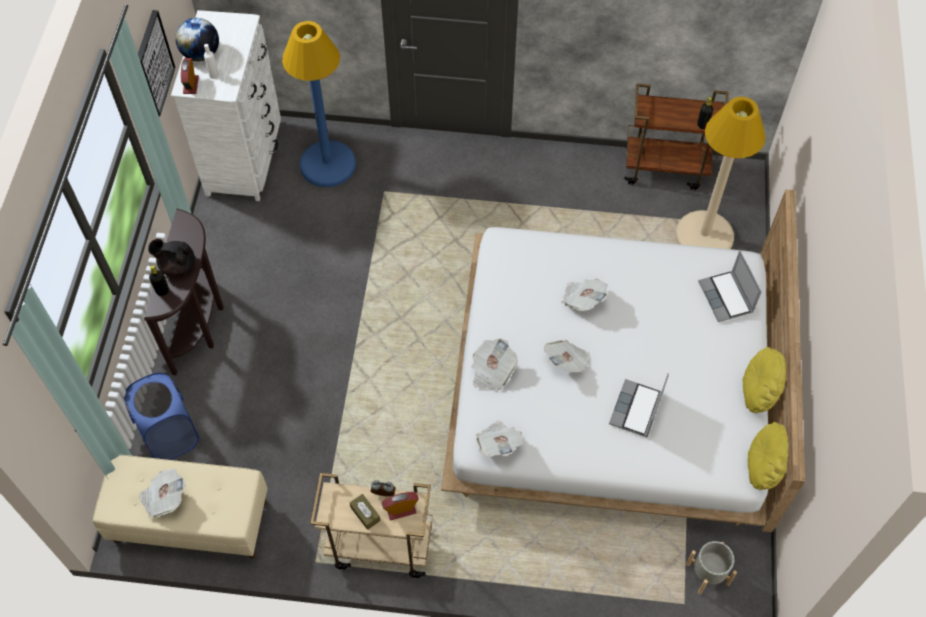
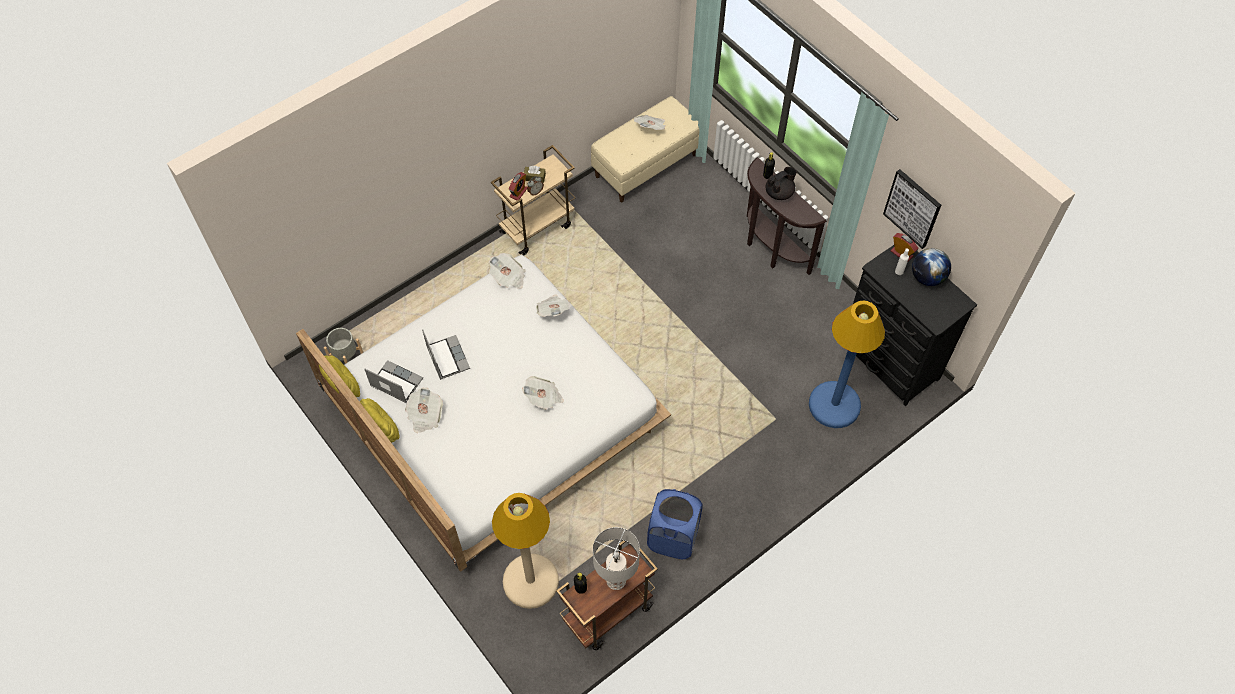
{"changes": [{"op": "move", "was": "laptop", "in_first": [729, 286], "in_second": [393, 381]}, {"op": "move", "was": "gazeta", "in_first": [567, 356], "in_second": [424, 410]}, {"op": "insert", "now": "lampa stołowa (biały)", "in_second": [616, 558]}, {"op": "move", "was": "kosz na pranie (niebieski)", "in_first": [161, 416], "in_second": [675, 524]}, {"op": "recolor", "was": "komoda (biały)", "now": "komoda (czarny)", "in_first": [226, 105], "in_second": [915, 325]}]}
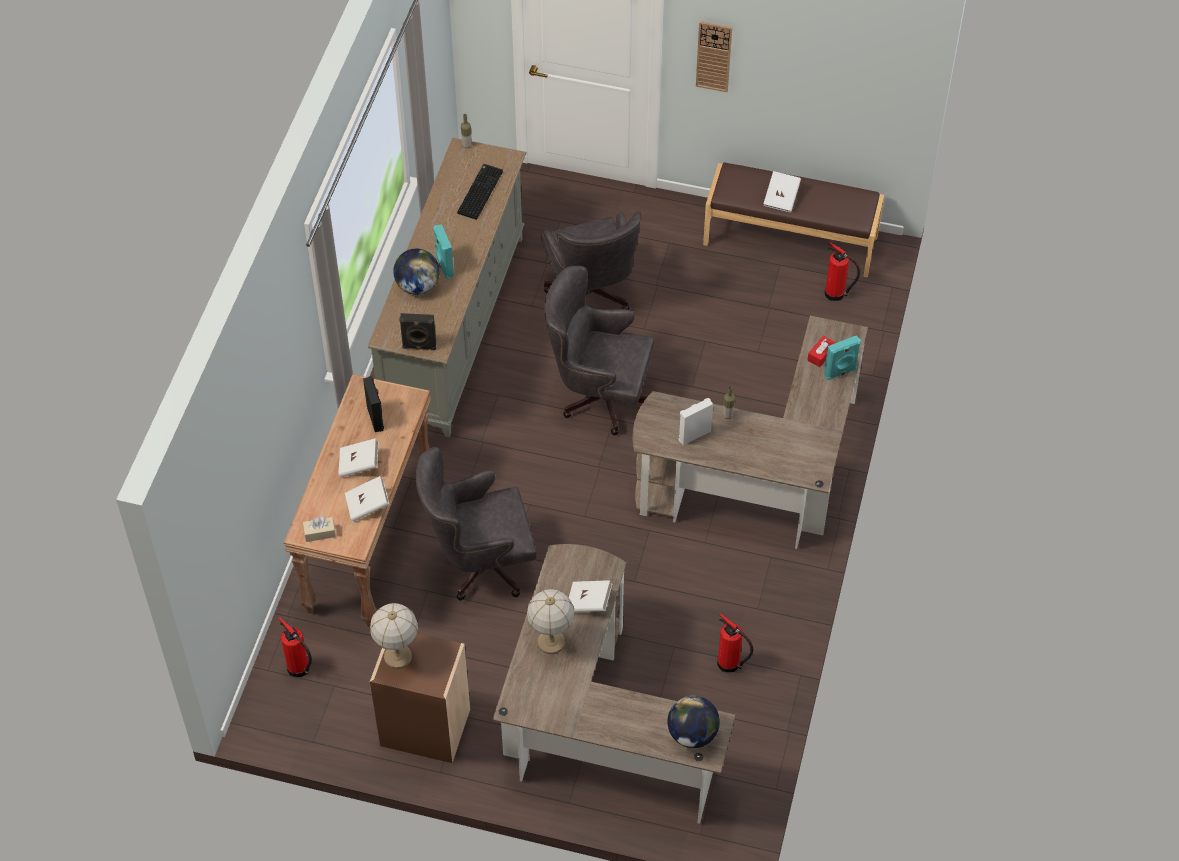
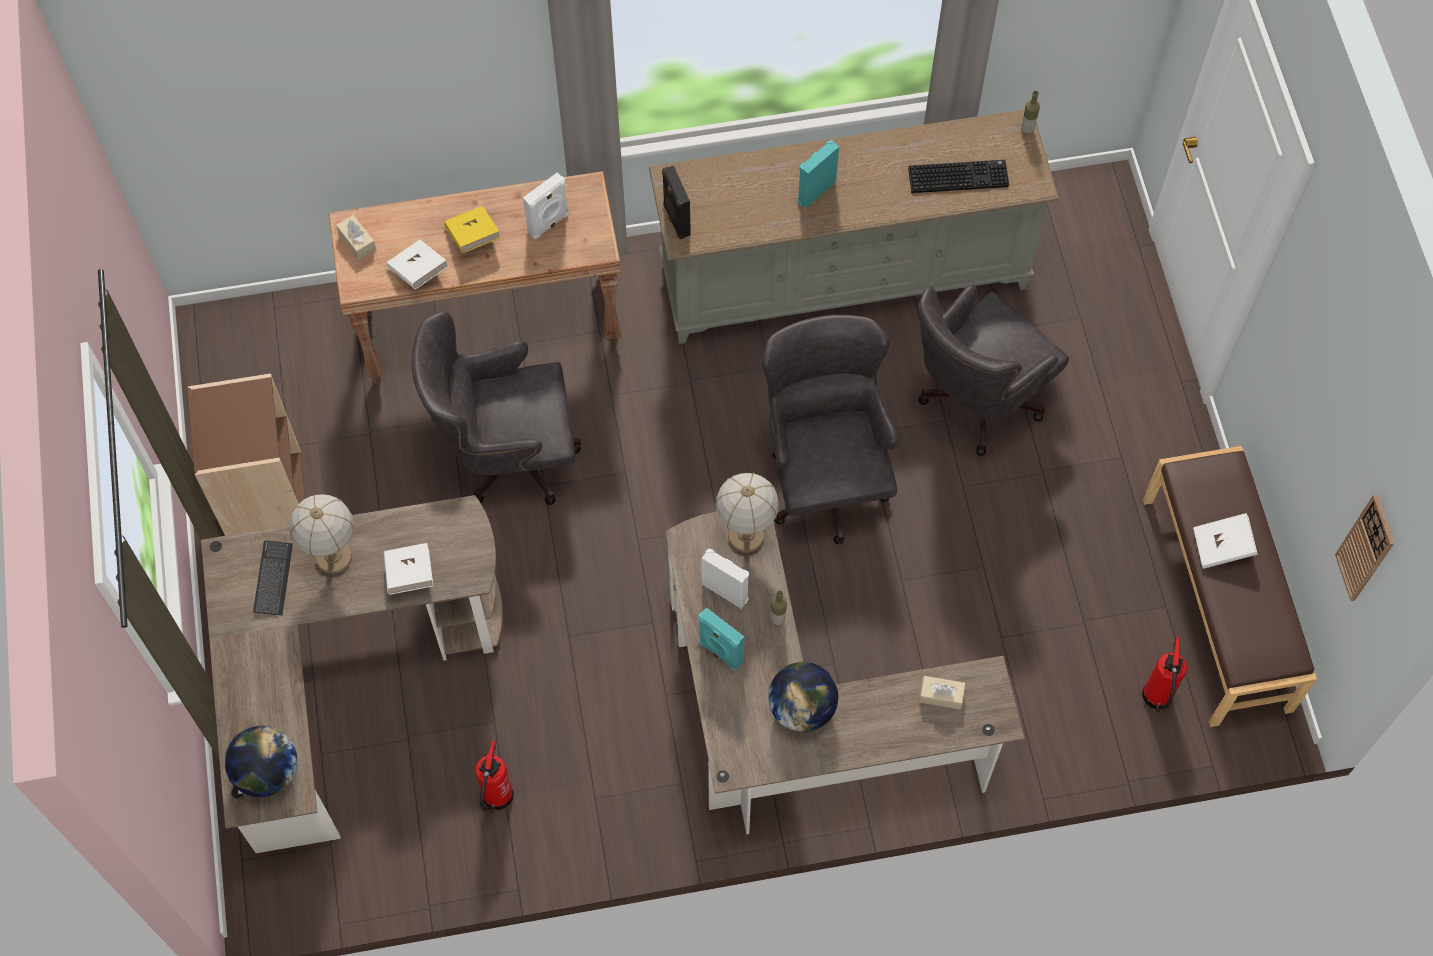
{"changes": [{"op": "insert", "now": "klawiatura", "in_second": [273, 578]}, {"op": "rotate", "was": "krzesło biurowe (szary)", "in_first": [476, 524], "in_second": [496, 408], "clockwise": -60}, {"op": "recolor", "was": "książka (biały)", "now": "książka (żółty)", "in_first": [358, 457], "in_second": [472, 229]}, {"op": "recolor", "was": "głośnik (czarny)", "now": "głośnik (biały)", "in_first": [373, 404], "in_second": [546, 205]}, {"op": "move", "was": "głośnik (turkusowy)", "in_first": [842, 357], "in_second": [721, 638]}, {"op": "move", "was": "lampa stołowa", "in_first": [394, 636], "in_second": [747, 513]}, {"op": "move", "was": "globus", "in_first": [416, 272], "in_second": [803, 697]}, {"op": "recolor", "was": "pudełko chusteczek (czerwony)", "now": "pudełko chusteczek (beżowy)", "in_first": [821, 351], "in_second": [942, 693]}, {"op": "move", "was": "zegar ścienny", "in_first": [714, 56], "in_second": [1365, 547]}, {"op": "delete", "was": "gaśnica", "in_first": [295, 647]}]}
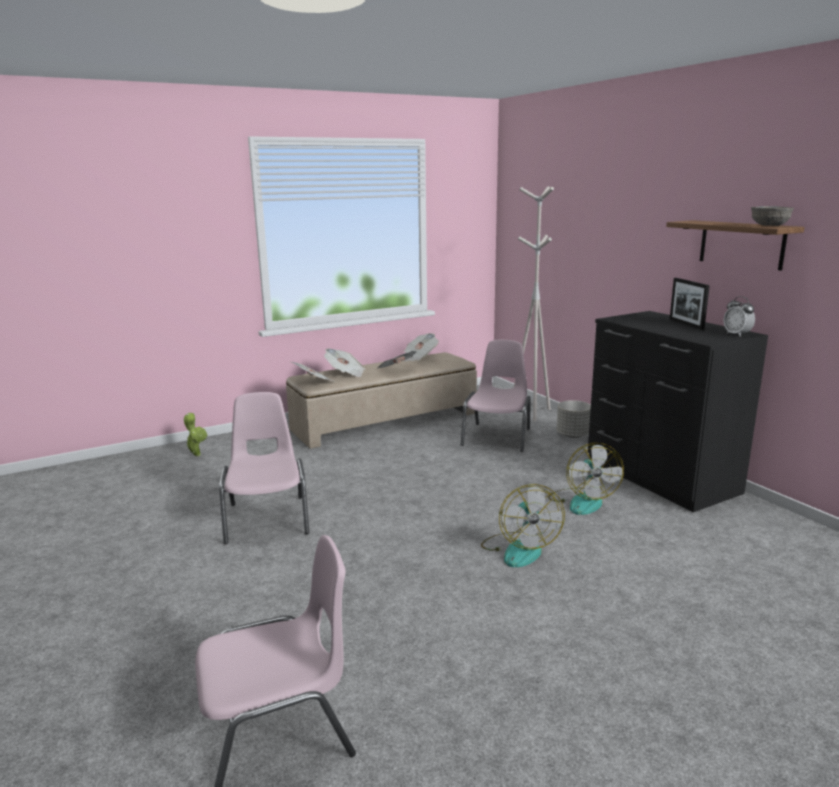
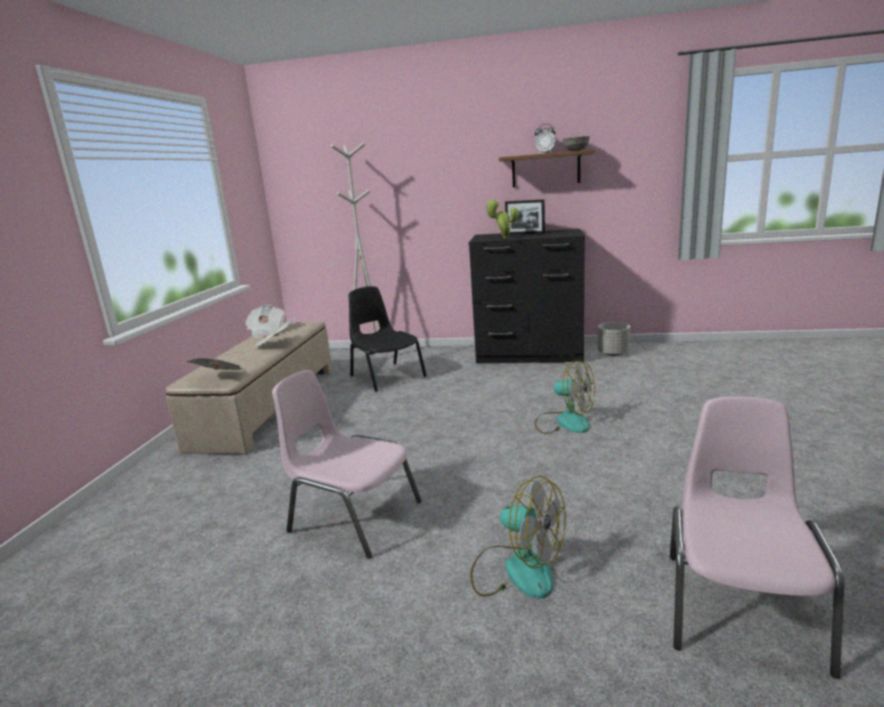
{"changes": [{"op": "recolor", "was": "krzesło (różowy)", "now": "krzesło (czarny)", "in_first": [496, 396], "in_second": [388, 339]}, {"op": "move", "was": "wentylator", "in_first": [586, 479], "in_second": [518, 537]}, {"op": "move", "was": "roślina doniczkowa", "in_first": [195, 434], "in_second": [502, 218]}, {"op": "move", "was": "budzik", "in_first": [739, 316], "in_second": [545, 139]}, {"op": "move", "was": "donica (szary)", "in_first": [574, 419], "in_second": [614, 339]}, {"op": "delete", "was": "gazeta", "in_first": [344, 362]}]}
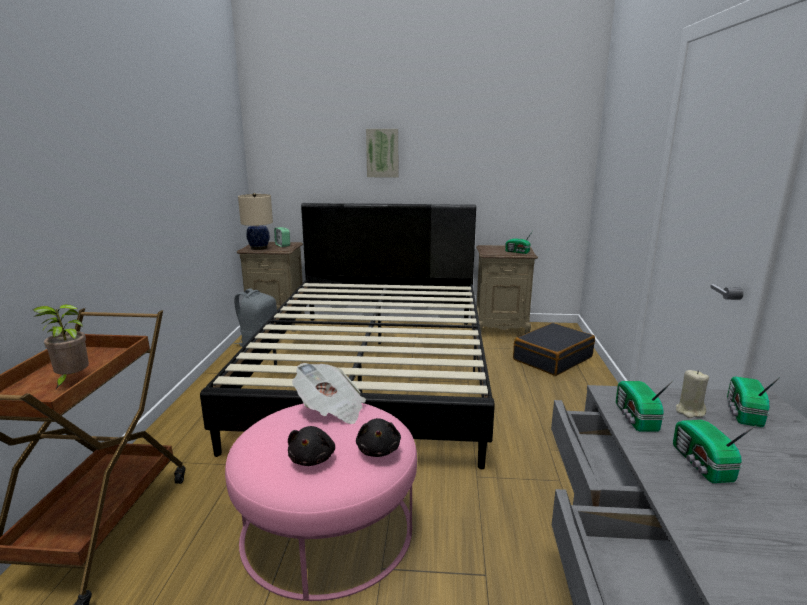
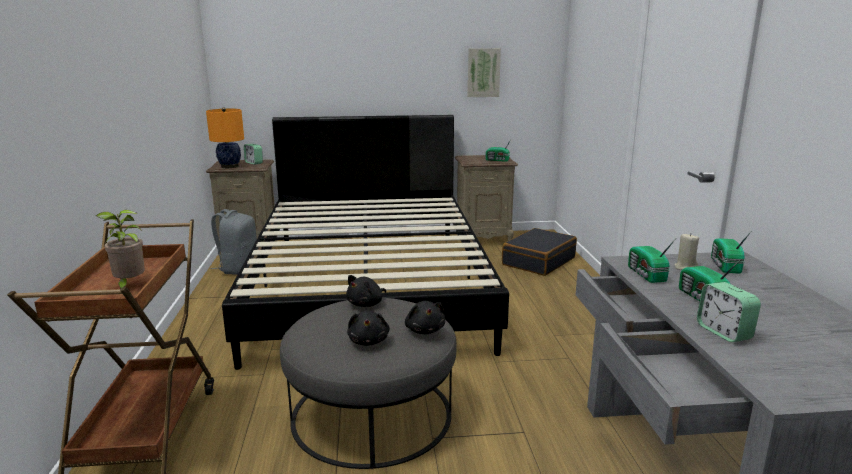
{"changes": [{"op": "recolor", "was": "lampa stołowa (beżowy)", "now": "lampa stołowa (pomarańczowy)", "in_first": [255, 221], "in_second": [225, 137]}, {"op": "recolor", "was": "pufa (różowy)", "now": "pufa (szary)", "in_first": [321, 502], "in_second": [368, 383]}, {"op": "replace", "was": "gazeta", "now": "pluszak (czarny)", "in_first": [329, 393], "in_second": [366, 291]}, {"op": "move", "was": "obraz", "in_first": [382, 153], "in_second": [484, 72]}, {"op": "insert", "now": "budzik", "in_second": [729, 312]}]}
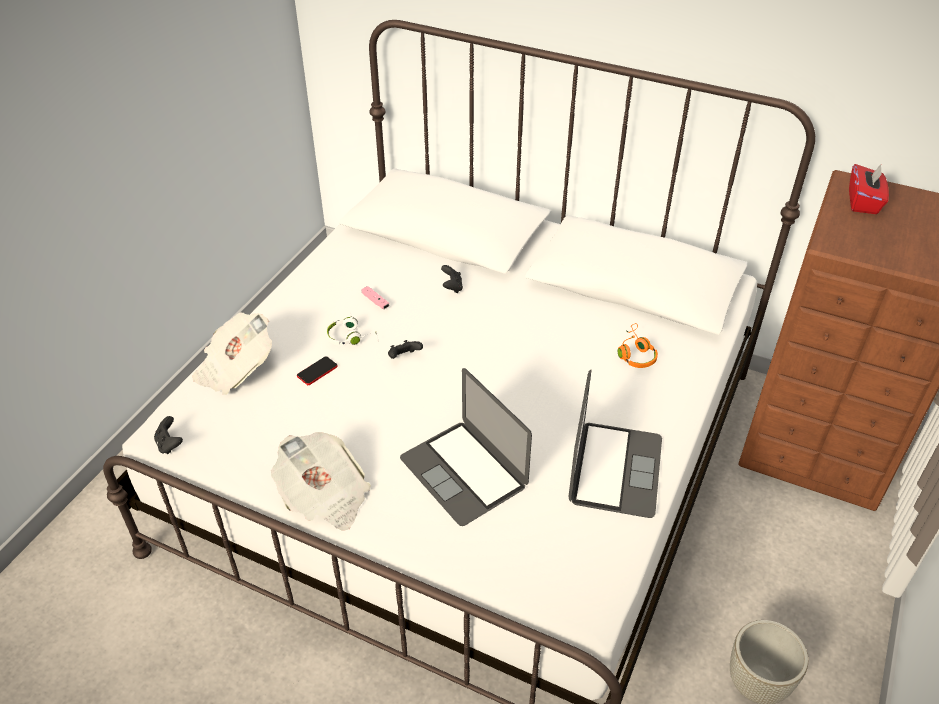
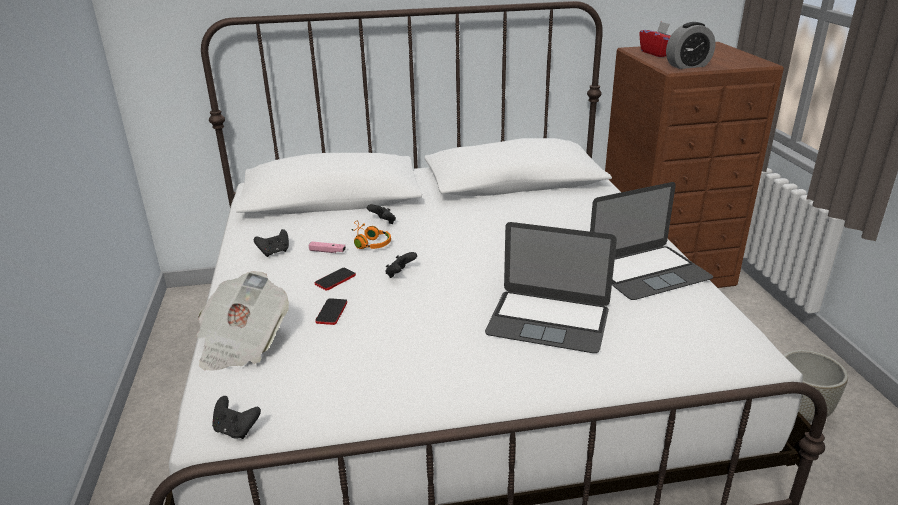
{"changes": [{"op": "insert", "now": "pad do gier (czarny)", "in_second": [271, 243]}, {"op": "replace", "was": "słuchawki (biały)", "now": "telefon", "in_first": [352, 328], "in_second": [335, 279]}, {"op": "move", "was": "słuchawki (pomarańczowy)", "in_first": [638, 345], "in_second": [371, 234]}, {"op": "rotate", "was": "laptop", "in_first": [615, 443], "in_second": [651, 241], "clockwise": 90}, {"op": "insert", "now": "budzik", "in_second": [691, 45]}, {"op": "delete", "was": "gazeta", "in_first": [321, 481]}]}
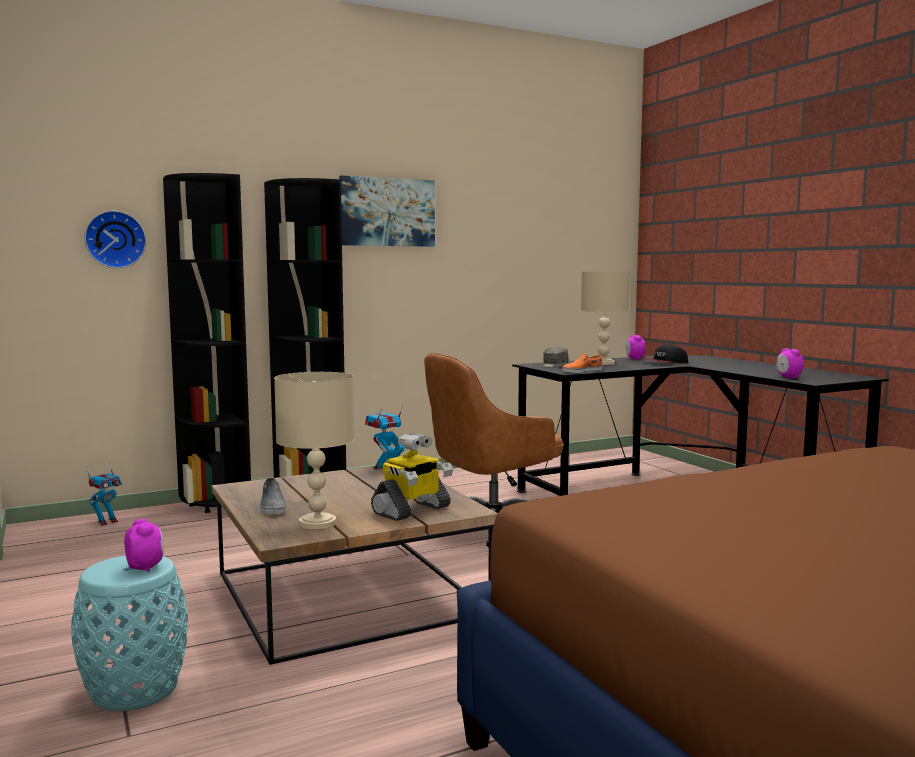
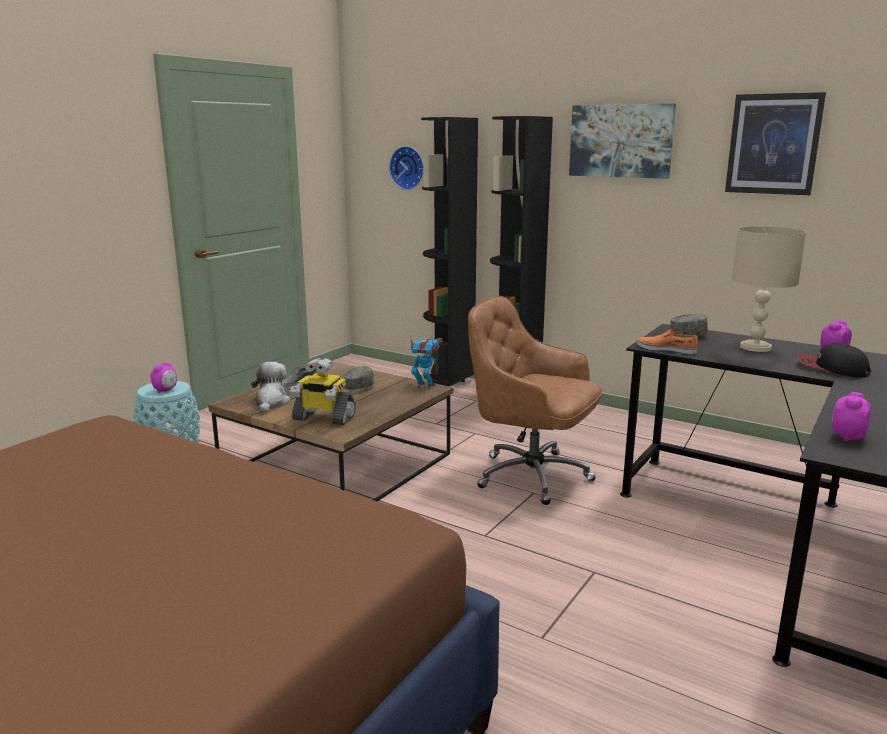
{"changes": [{"op": "replace", "was": "lampa stołowa (beżowy)", "now": "pluszak", "in_first": [314, 450], "in_second": [270, 387]}, {"op": "insert", "now": "czapka z daszkiem (szary)", "in_second": [358, 380]}, {"op": "insert", "now": "obraz", "in_second": [775, 143]}, {"op": "delete", "was": "robot zabawkowy", "in_first": [104, 494]}]}
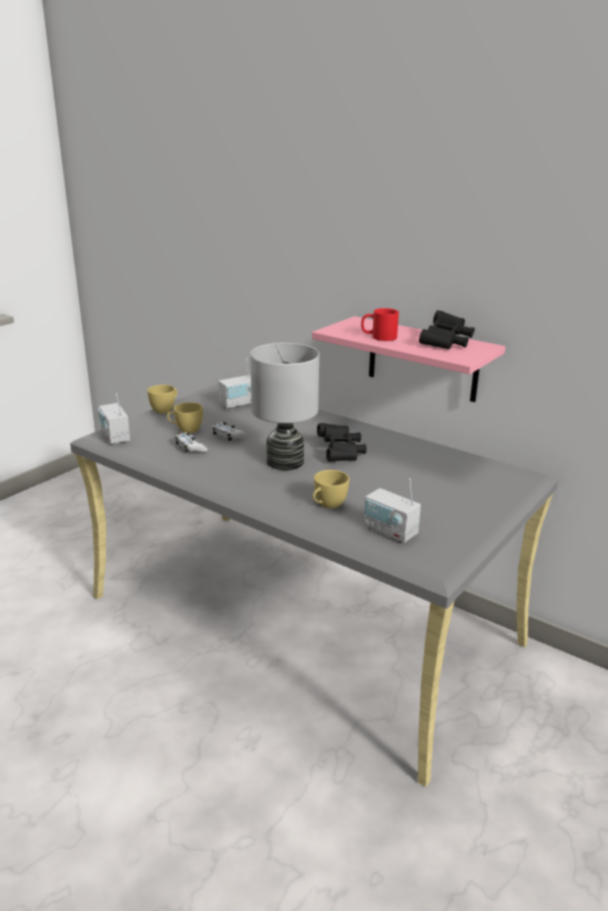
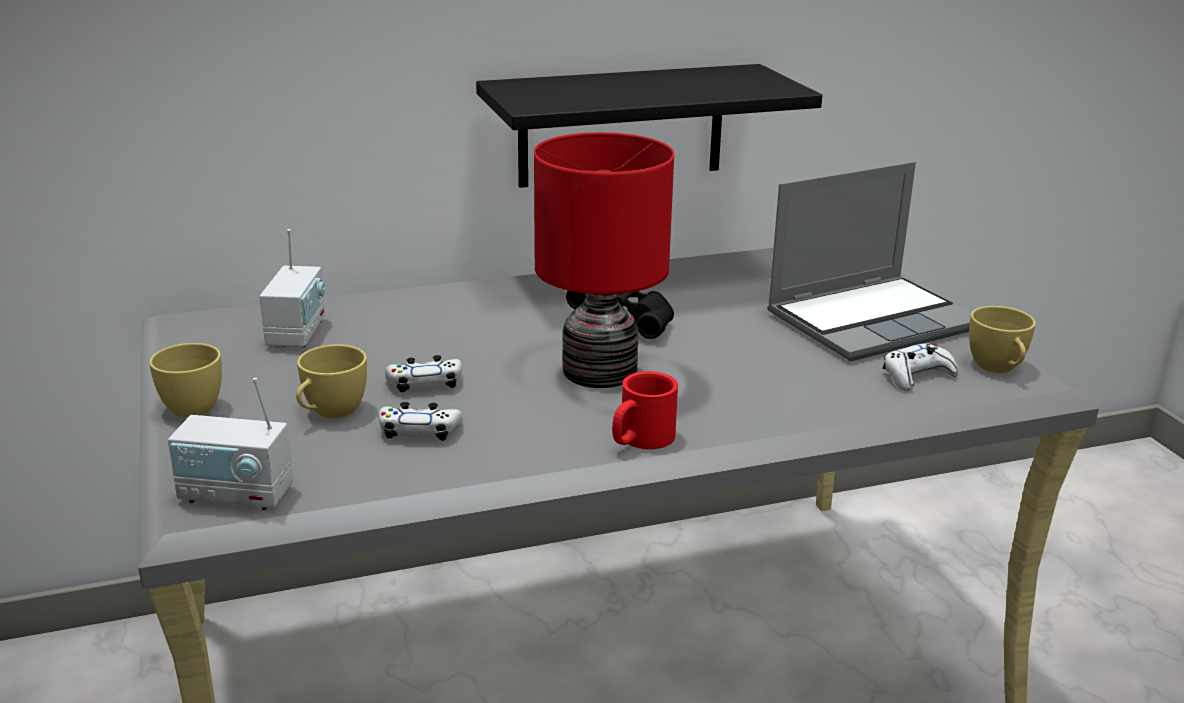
{"changes": [{"op": "recolor", "was": "półka (różowy)", "now": "półka (czarny)", "in_first": [409, 359], "in_second": [649, 126]}, {"op": "recolor", "was": "lampa stołowa (szary)", "now": "lampa stołowa (czerwony)", "in_first": [284, 406], "in_second": [604, 260]}, {"op": "move", "was": "kubek (czerwony)", "in_first": [380, 324], "in_second": [645, 410]}, {"op": "insert", "now": "laptop", "in_second": [869, 262]}, {"op": "replace", "was": "radio", "now": "pad do gier (biały)", "in_first": [392, 510], "in_second": [921, 367]}, {"op": "move", "was": "filiżanka (żółty)", "in_first": [331, 489], "in_second": [1002, 339]}, {"op": "delete", "was": "lornetka (czarny)", "in_first": [447, 330]}]}
